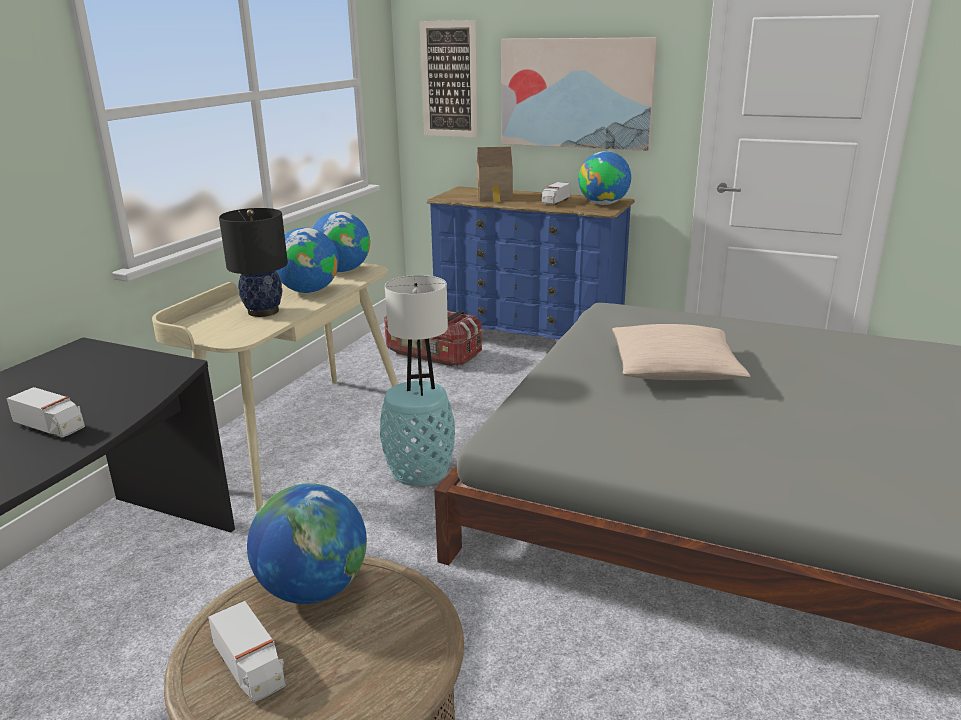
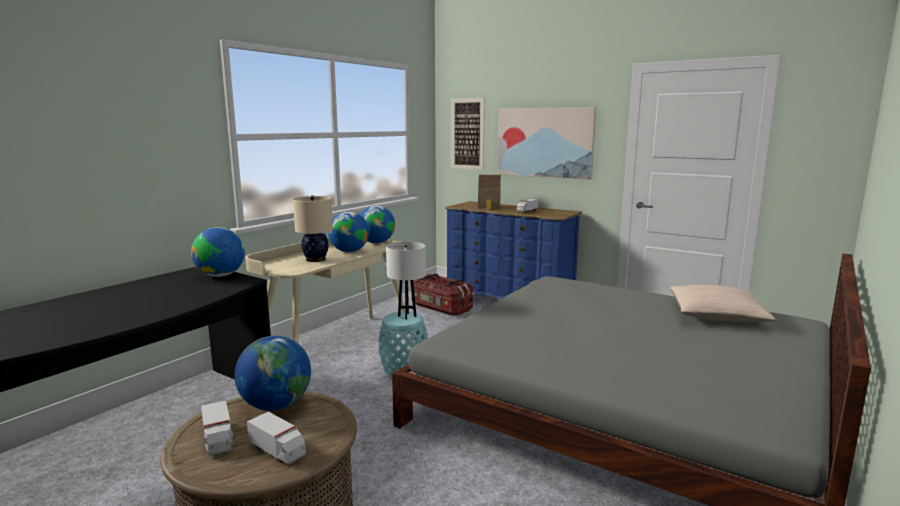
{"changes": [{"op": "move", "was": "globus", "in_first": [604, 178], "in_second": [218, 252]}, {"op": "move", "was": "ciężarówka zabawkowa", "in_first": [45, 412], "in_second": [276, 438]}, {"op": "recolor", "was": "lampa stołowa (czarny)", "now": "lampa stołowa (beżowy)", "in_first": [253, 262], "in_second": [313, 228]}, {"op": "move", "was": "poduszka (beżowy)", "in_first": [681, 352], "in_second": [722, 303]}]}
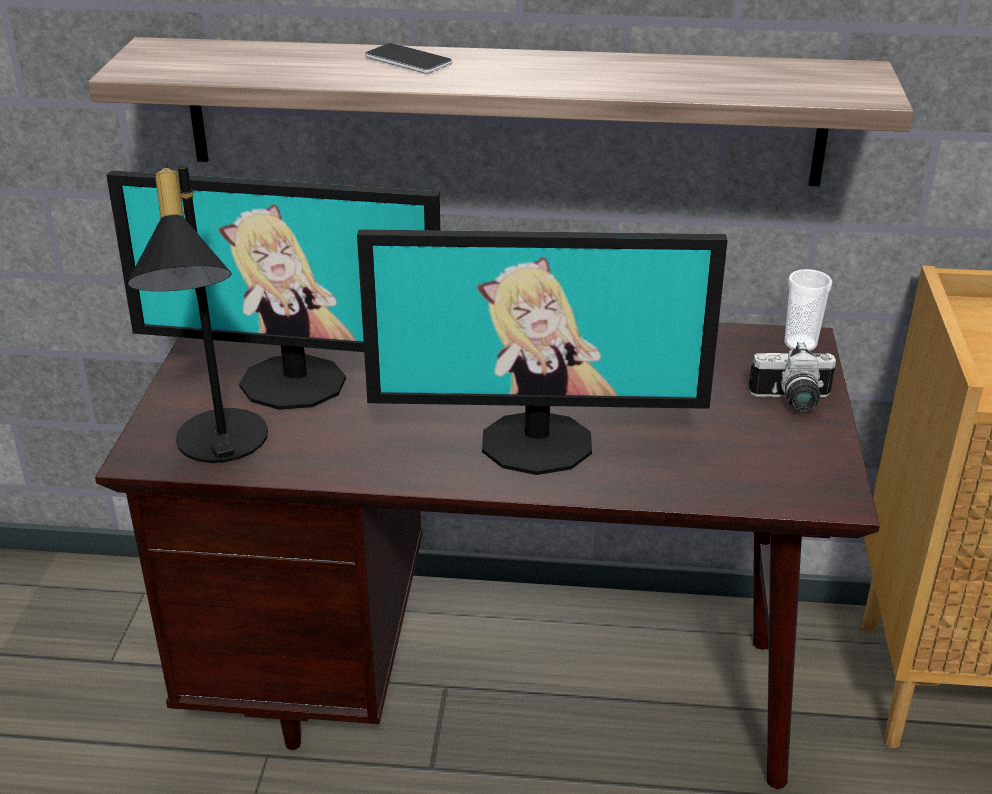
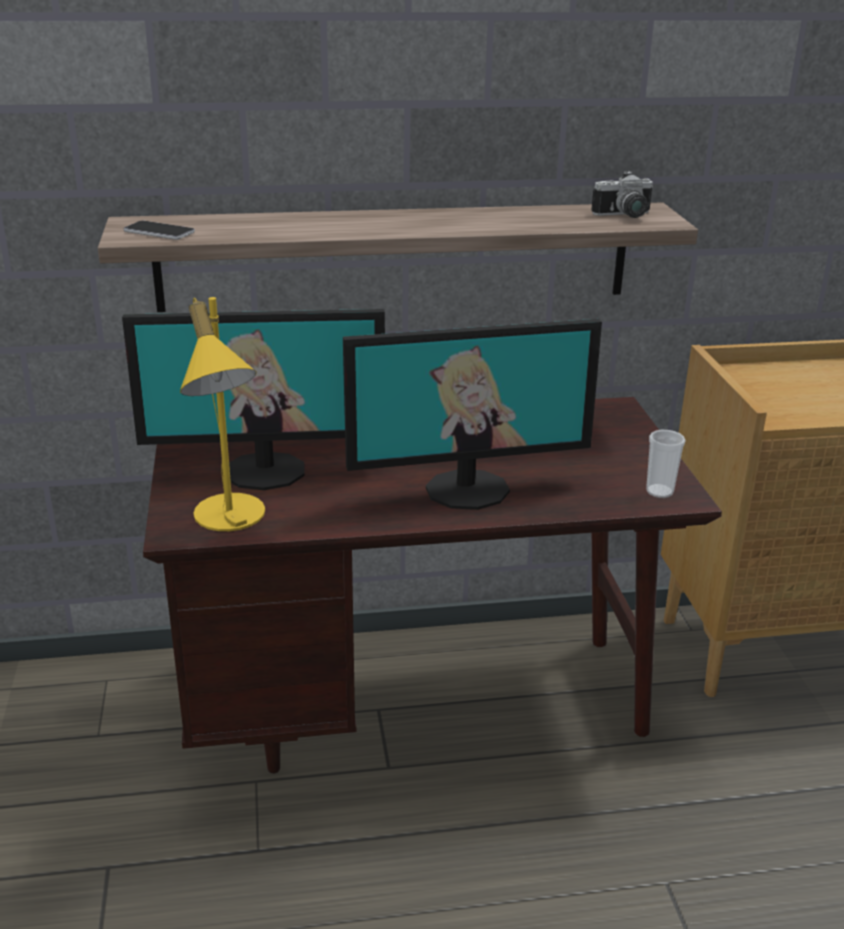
{"changes": [{"op": "move", "was": "telefon", "in_first": [408, 58], "in_second": [159, 230]}, {"op": "recolor", "was": "lampa stołowa (czarny)", "now": "lampa stołowa (żółty)", "in_first": [197, 313], "in_second": [222, 414]}, {"op": "move", "was": "aparat fotograficzny", "in_first": [792, 377], "in_second": [622, 194]}, {"op": "move", "was": "filiżanka", "in_first": [808, 310], "in_second": [666, 464]}]}
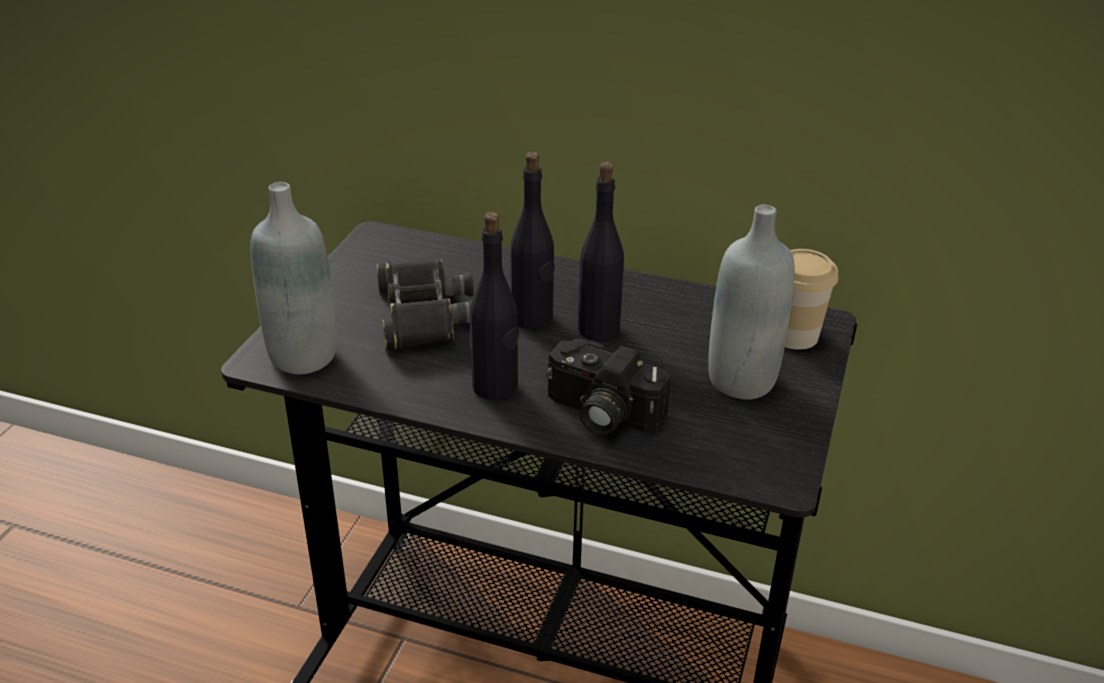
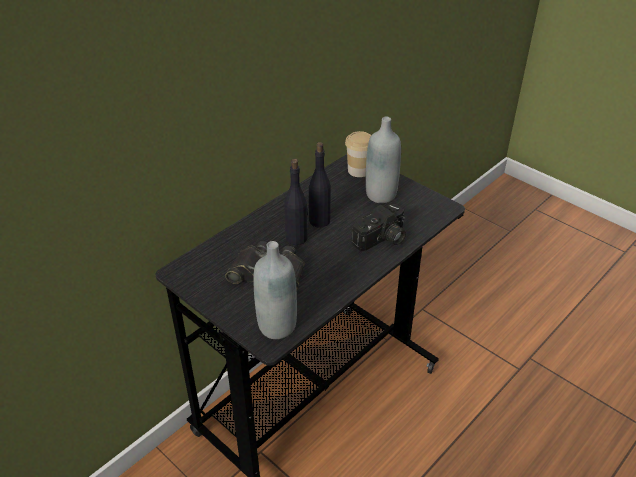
{"changes": [{"op": "delete", "was": "butelka (czarny)", "in_first": [494, 306]}]}
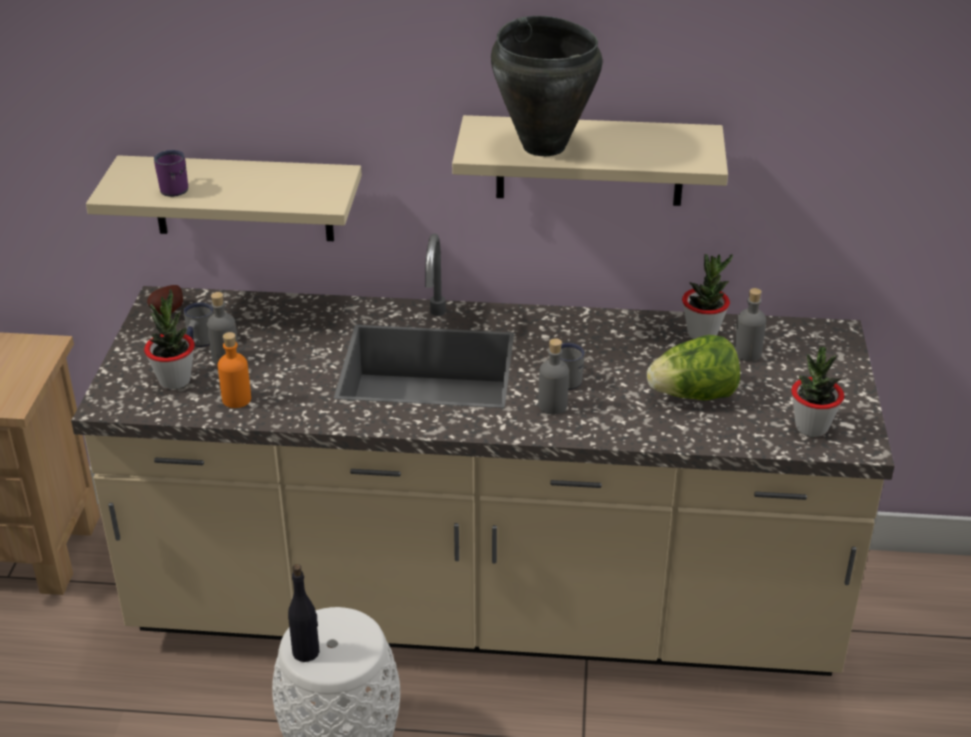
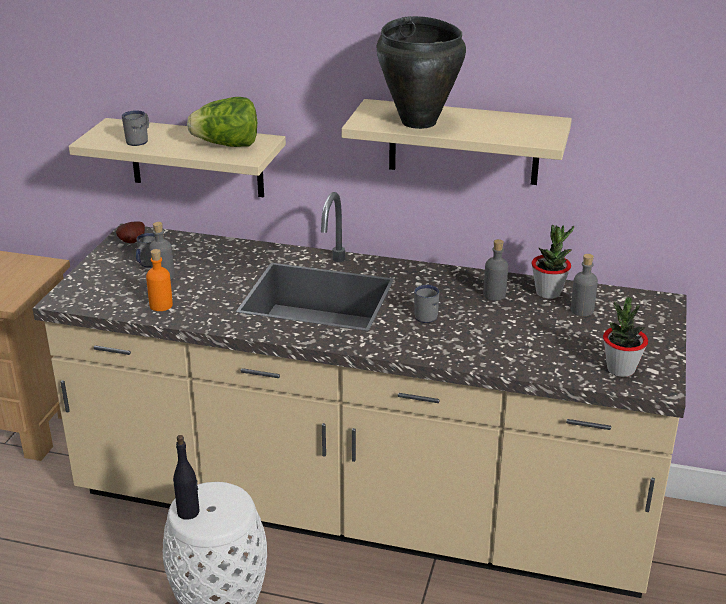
{"changes": [{"op": "recolor", "was": "kubek (fioletowy)", "now": "kubek (szary)", "in_first": [171, 173], "in_second": [135, 128]}, {"op": "move", "was": "sałata", "in_first": [693, 368], "in_second": [222, 122]}, {"op": "move", "was": "butelka (szary)", "in_first": [553, 376], "in_second": [495, 270]}, {"op": "delete", "was": "roślina doniczkowa", "in_first": [169, 339]}]}
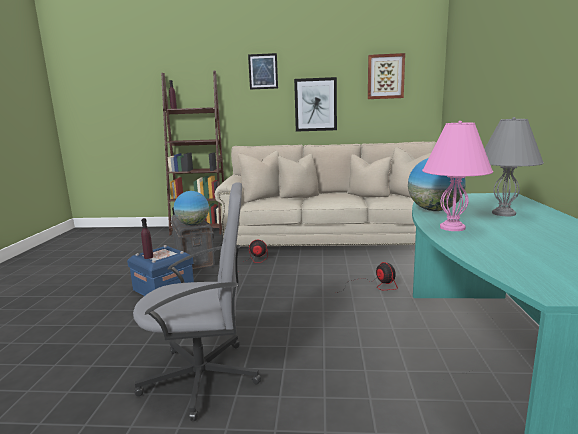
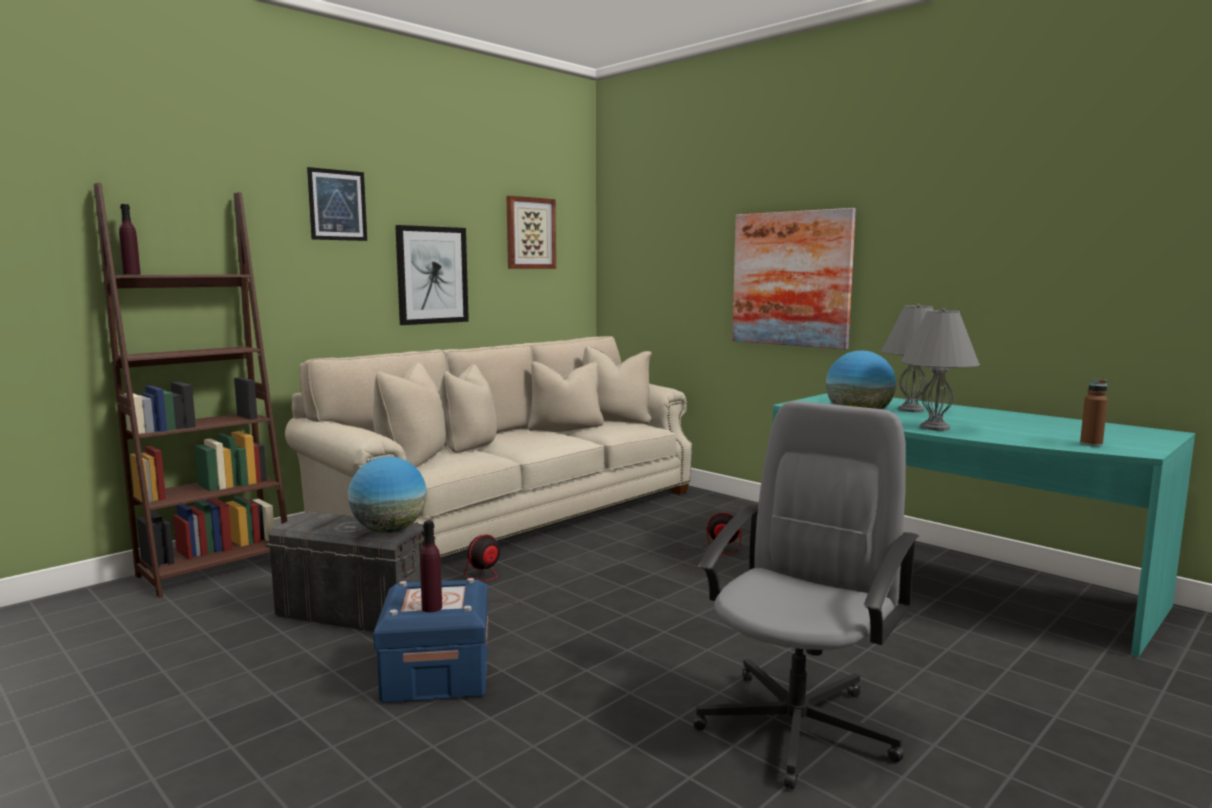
{"changes": [{"op": "insert", "now": "obraz", "in_second": [794, 279]}, {"op": "recolor", "was": "lampa stołowa (różowy)", "now": "lampa stołowa (szary)", "in_first": [457, 176], "in_second": [940, 369]}, {"op": "insert", "now": "butelka (brązowy)", "in_second": [1094, 413]}]}
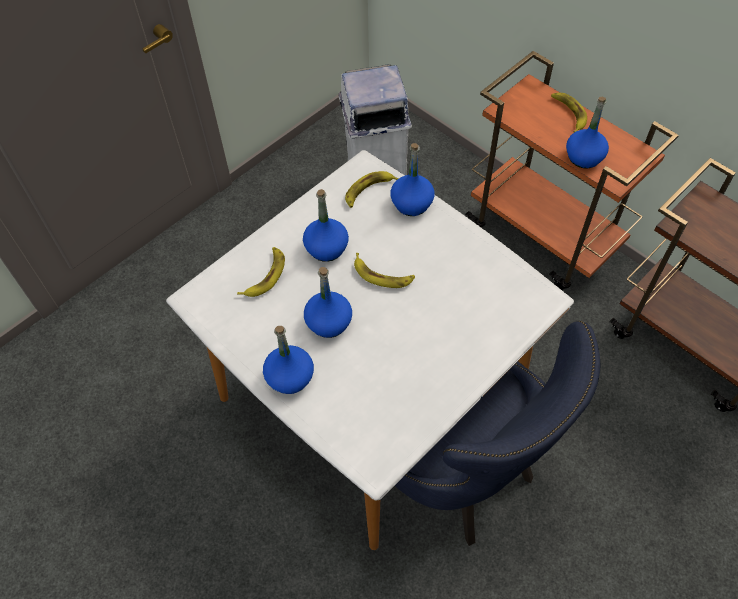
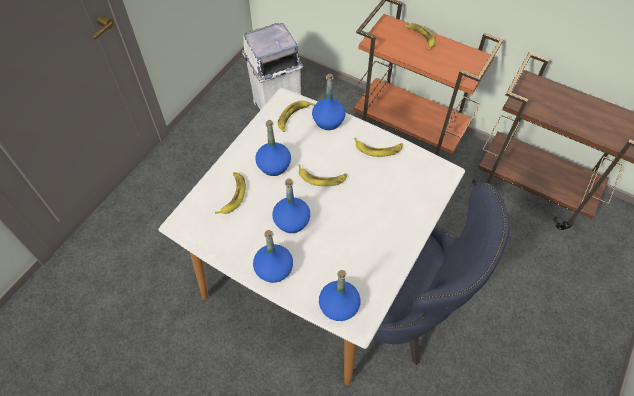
{"changes": [{"op": "move", "was": "butelka (niebieski)", "in_first": [587, 132], "in_second": [339, 295]}, {"op": "insert", "now": "banan", "in_second": [378, 147]}]}
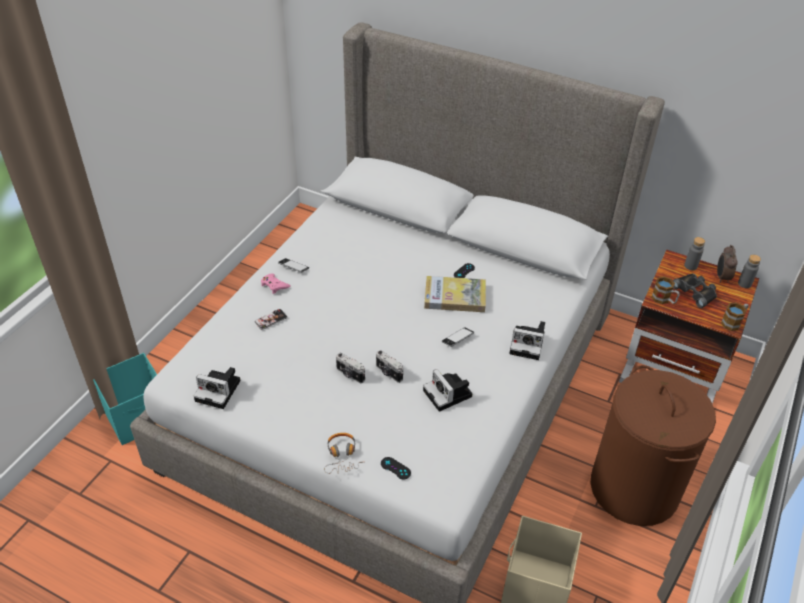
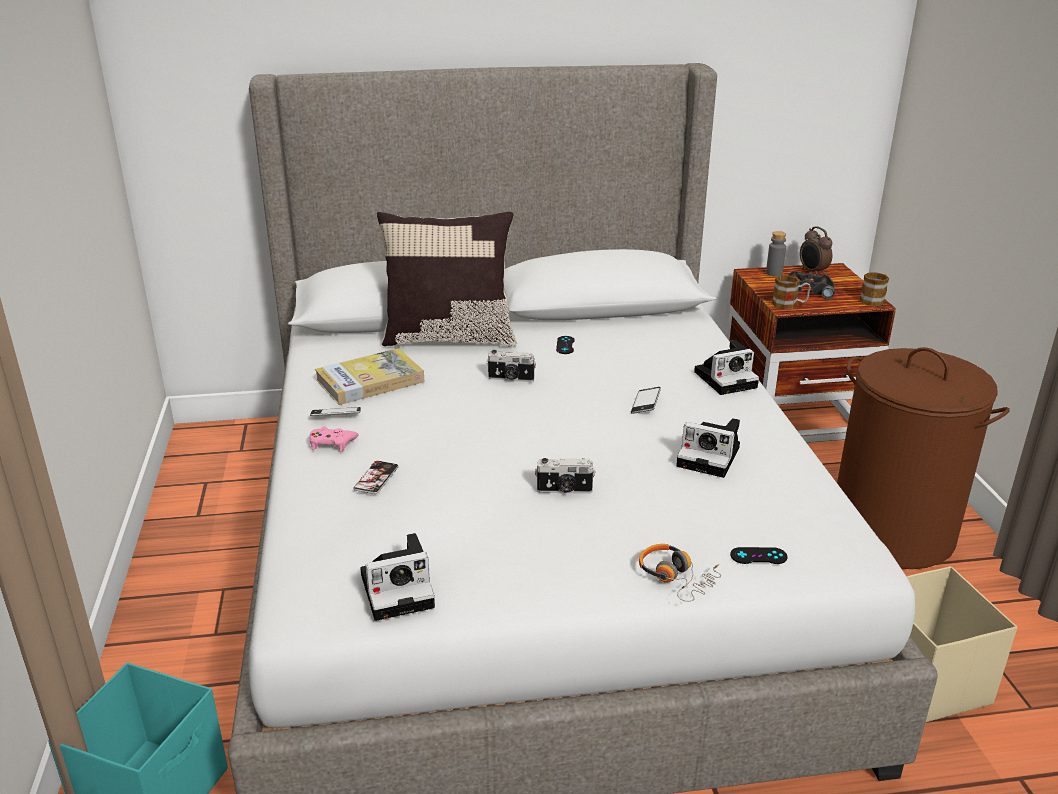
{"changes": [{"op": "move", "was": "książka", "in_first": [455, 294], "in_second": [369, 376]}, {"op": "insert", "now": "poduszka", "in_second": [447, 279]}, {"op": "move", "was": "aparat fotograficzny", "in_first": [389, 366], "in_second": [511, 366]}, {"op": "delete", "was": "butelka (szary)", "in_first": [749, 271]}]}
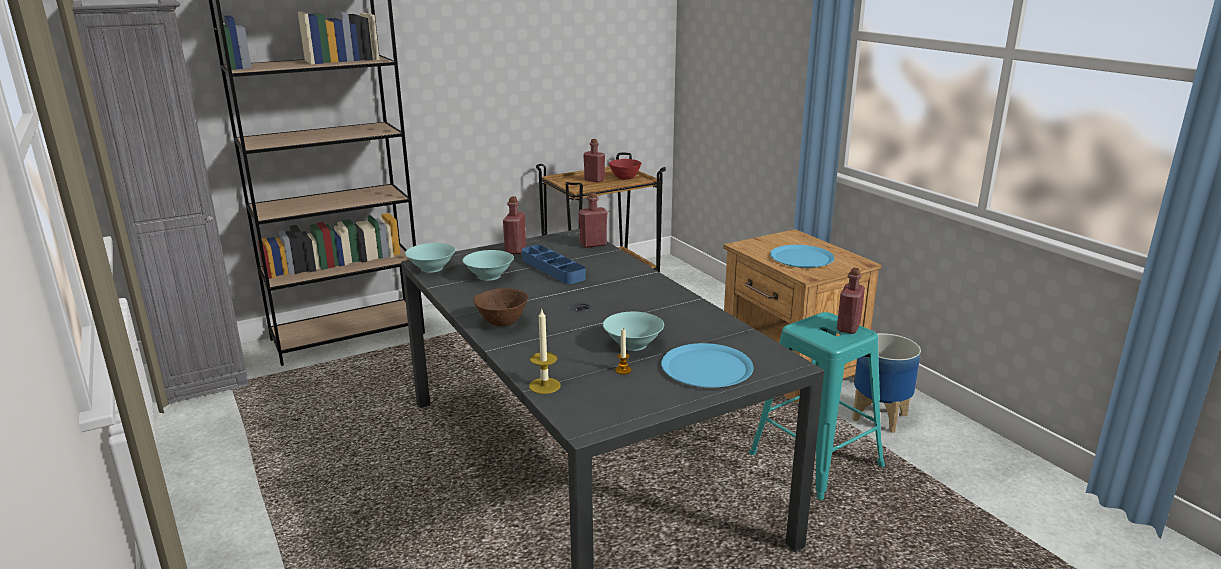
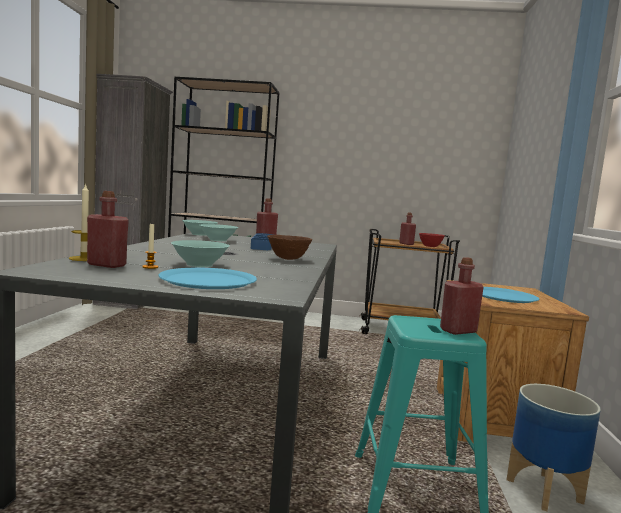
{"changes": [{"op": "move", "was": "butelka (czerwony)", "in_first": [593, 220], "in_second": [108, 229]}, {"op": "move", "was": "miska (brązowy)", "in_first": [501, 307], "in_second": [289, 247]}]}
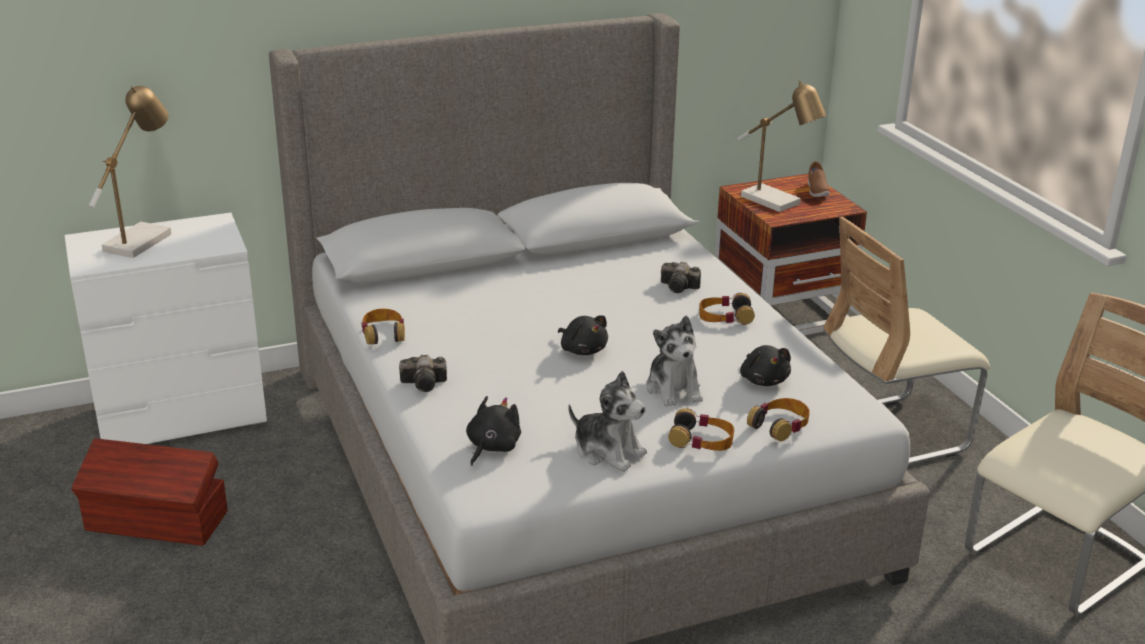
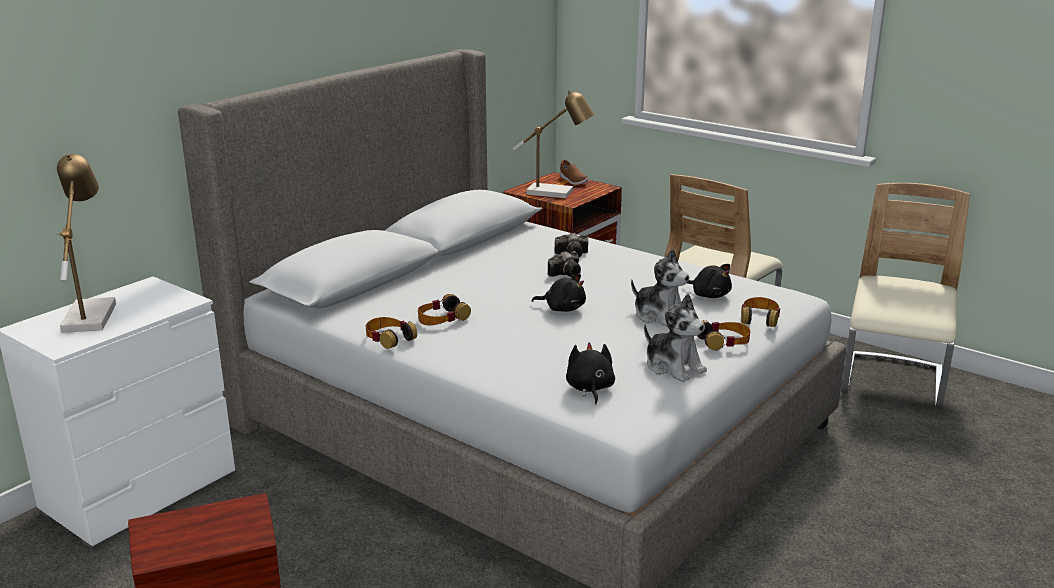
{"changes": [{"op": "move", "was": "słuchawki", "in_first": [727, 309], "in_second": [444, 309]}, {"op": "move", "was": "aparat fotograficzny", "in_first": [423, 373], "in_second": [564, 264]}, {"op": "rotate", "was": "pluszak", "in_first": [607, 421], "in_second": [675, 338], "clockwise": 45}]}
